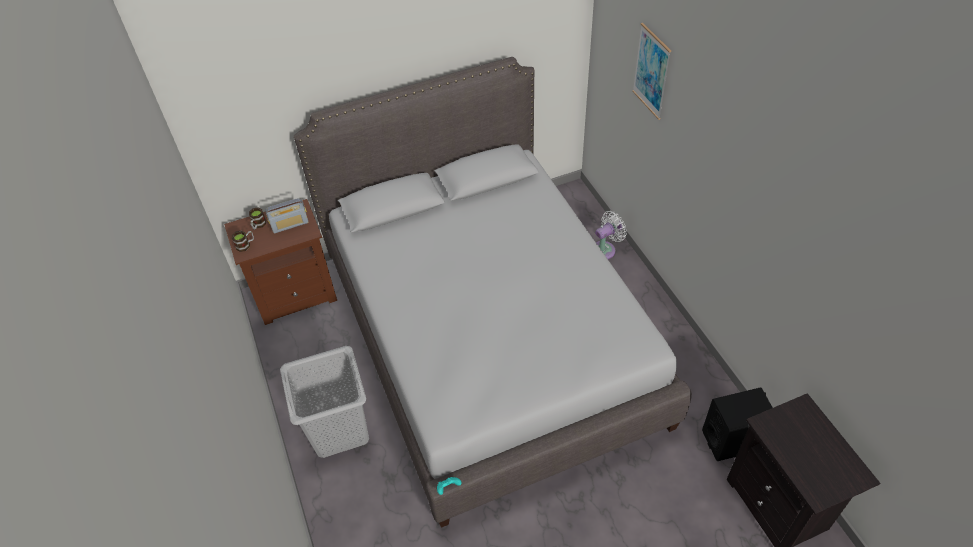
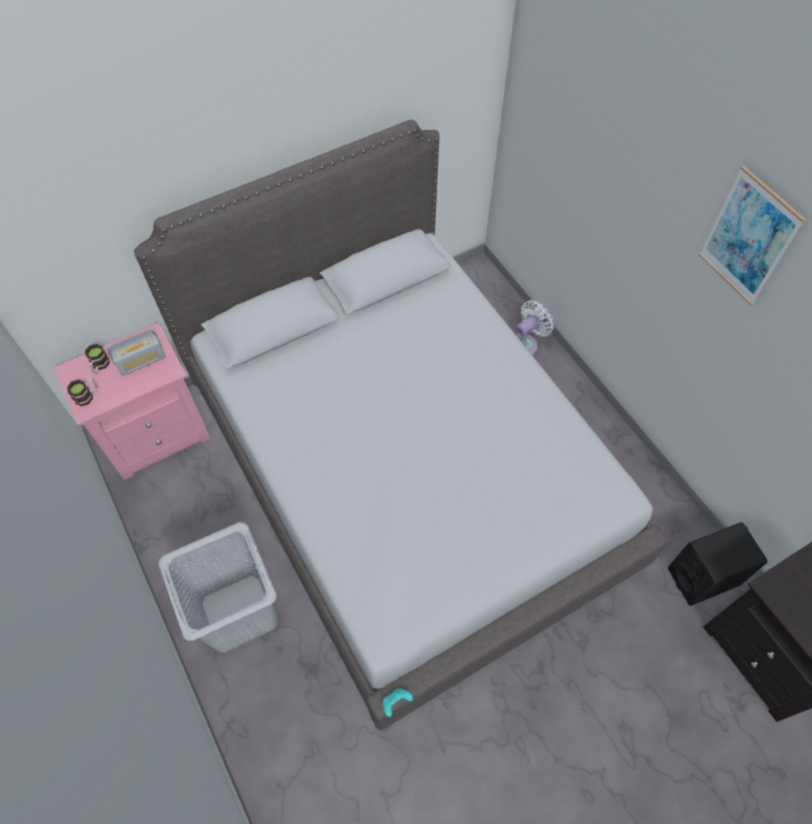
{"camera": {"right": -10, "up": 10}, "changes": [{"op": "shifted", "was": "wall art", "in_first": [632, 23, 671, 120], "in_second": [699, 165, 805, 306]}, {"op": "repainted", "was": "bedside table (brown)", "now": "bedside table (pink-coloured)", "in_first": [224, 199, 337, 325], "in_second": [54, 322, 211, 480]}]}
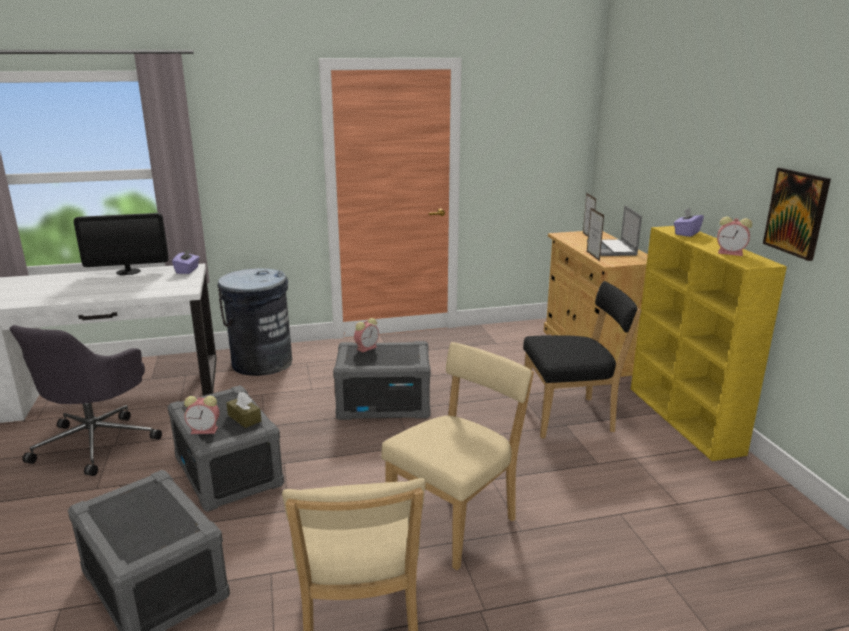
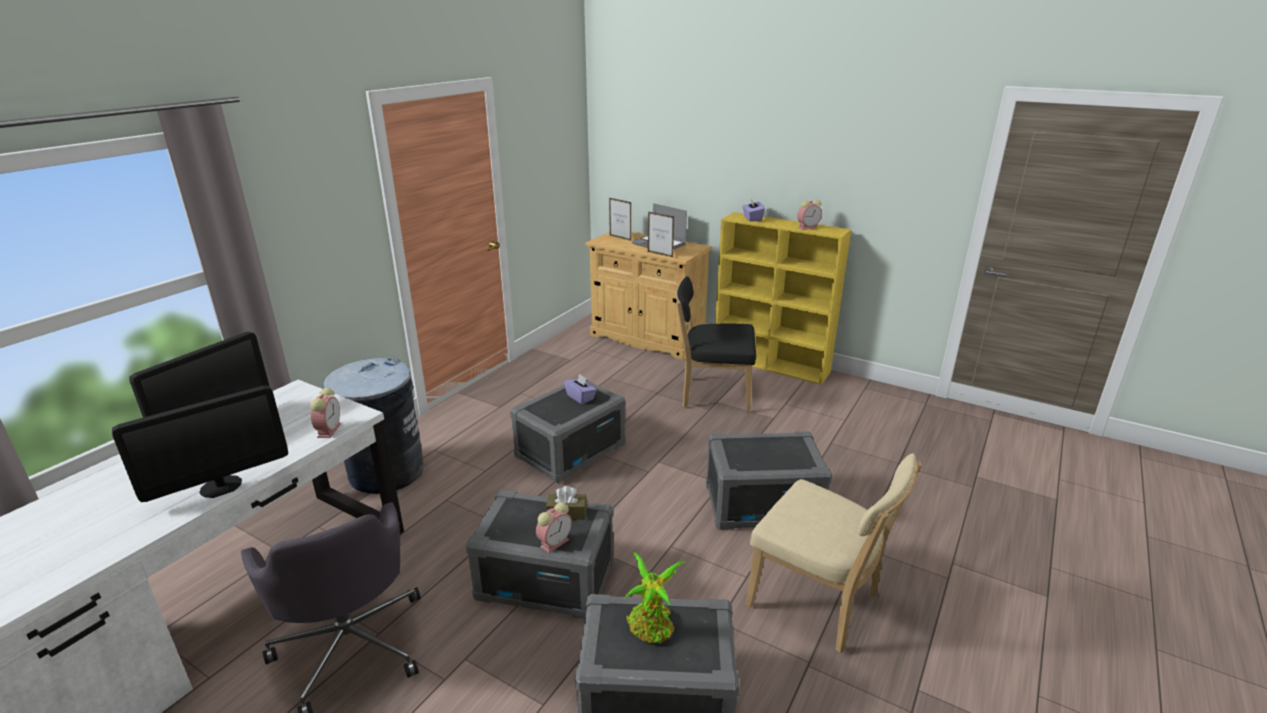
{"camera": {"right": -45, "up": 5}, "changes": [{"op": "gone", "was": "wall art", "in_first": [763, 168, 831, 261]}, {"op": "shifted", "was": "tissue box (purplish)", "in_first": [172, 248, 200, 274], "in_second": [564, 374, 597, 404]}, {"op": "rotated", "was": "upright chair (black-coloured)", "in_first": [523, 281, 641, 439], "in_second": [675, 276, 756, 412], "clockwise": -120}, {"op": "shifted", "was": "table clock", "in_first": [354, 318, 379, 353], "in_second": [310, 388, 341, 438]}, {"op": "swapped", "was": "upright chair (beige)", "now": "storage box (greyish)", "in_first": [381, 342, 534, 570], "in_second": [706, 431, 832, 530]}, {"op": "new", "now": "computer screen", "in_second": [112, 385, 288, 502]}, {"op": "new", "now": "houseplant", "in_second": [625, 552, 685, 643]}]}
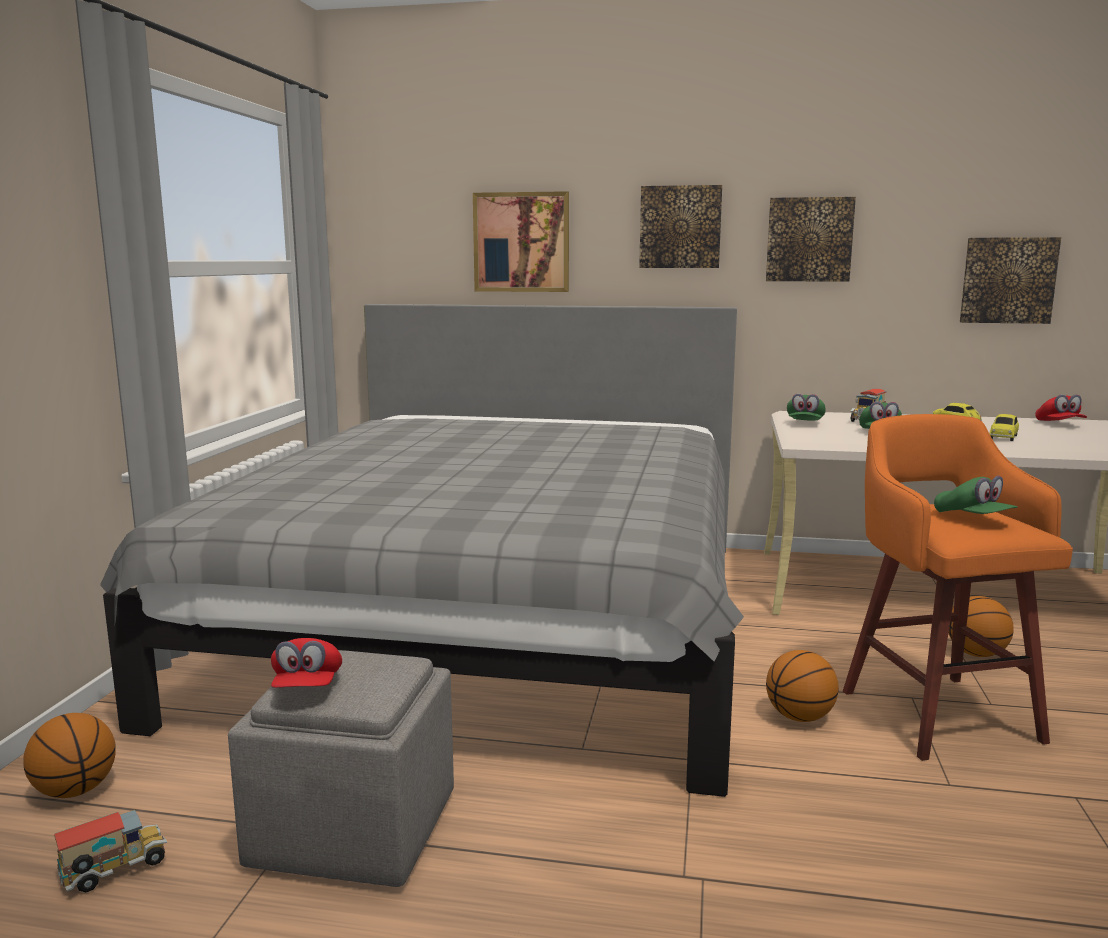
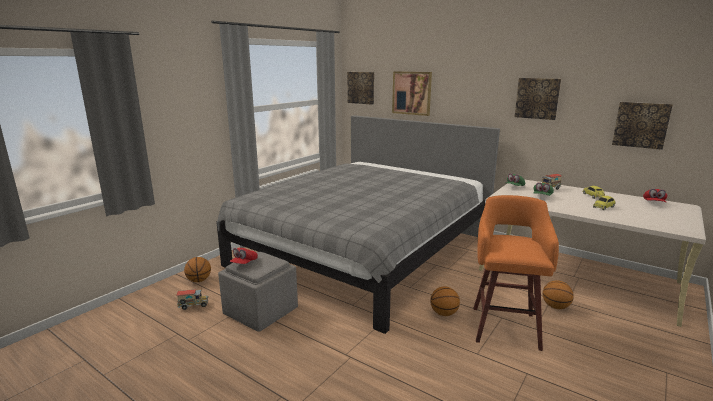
{"camera": {"right": 25, "up": 5}, "changes": [{"op": "shifted", "was": "wall art", "in_first": [639, 185, 722, 268], "in_second": [347, 72, 374, 105]}, {"op": "gone", "was": "baseball cap (green)", "in_first": [934, 476, 1017, 514]}]}
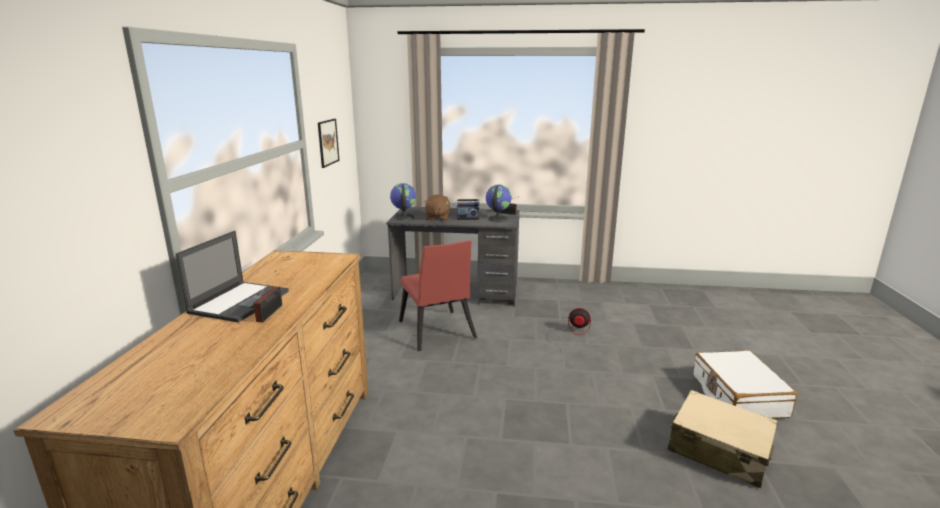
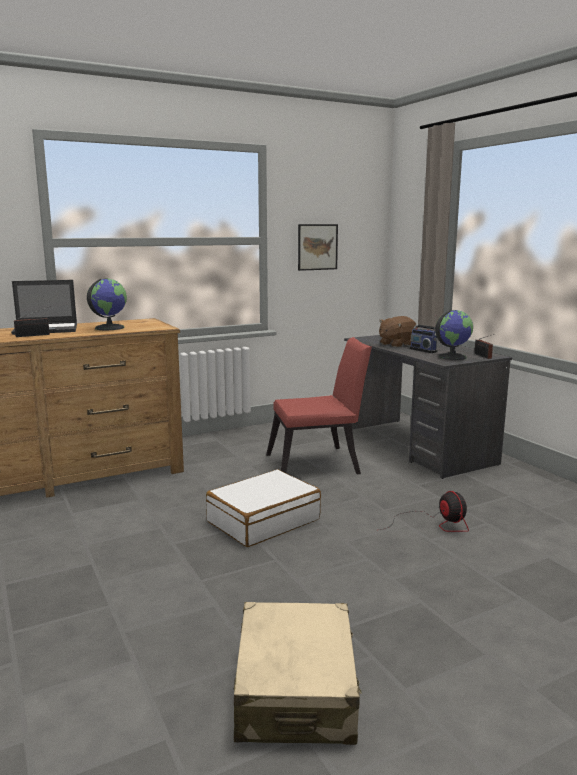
{"camera": {"right": 55, "up": -5}, "changes": [{"op": "shifted", "was": "globe", "in_first": [390, 183, 416, 220], "in_second": [87, 279, 127, 330]}, {"op": "rotated", "was": "upright chair (red)", "in_first": [399, 240, 477, 351], "in_second": [266, 337, 372, 474], "clockwise": -135}, {"op": "shifted", "was": "piece of luggage (whitish)", "in_first": [693, 350, 797, 419], "in_second": [206, 469, 321, 547]}]}
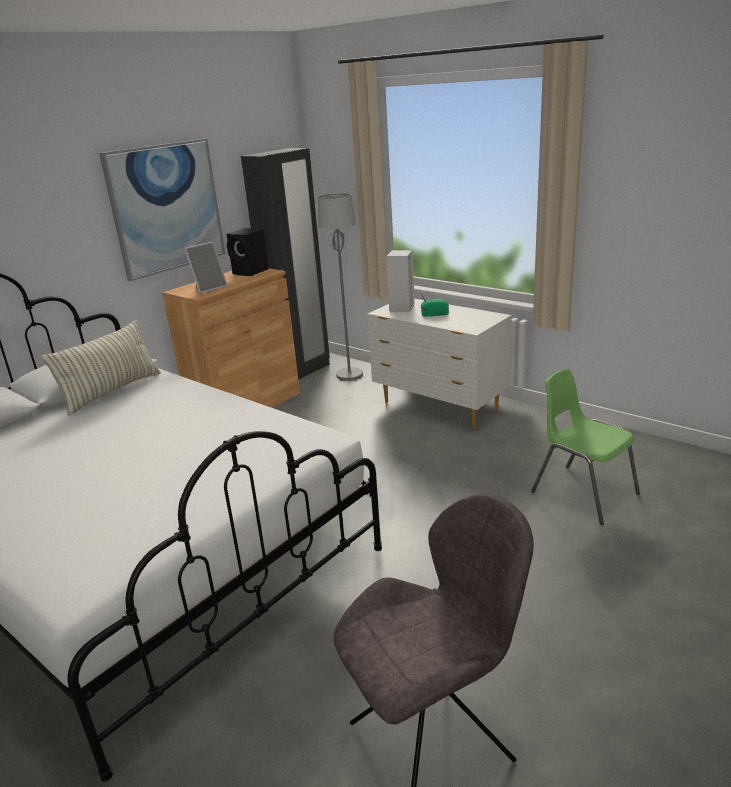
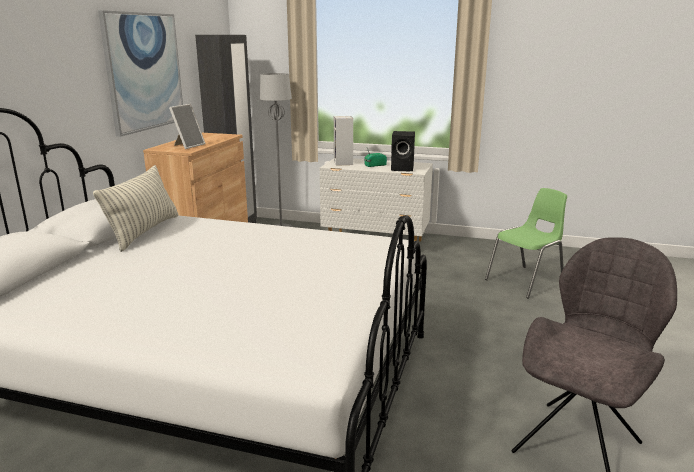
{"camera": {"right": -25, "up": -5}, "changes": [{"op": "shifted", "was": "loudspeaker (black-coloured)", "in_first": [227, 228, 269, 276], "in_second": [391, 131, 415, 171]}, {"op": "rotated", "was": "upright chair (green)", "in_first": [531, 369, 640, 525], "in_second": [485, 188, 567, 299], "clockwise": 120}]}
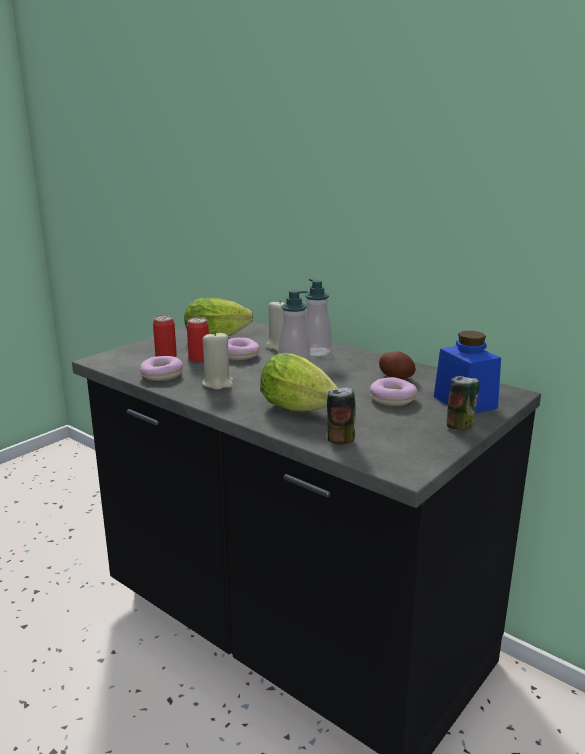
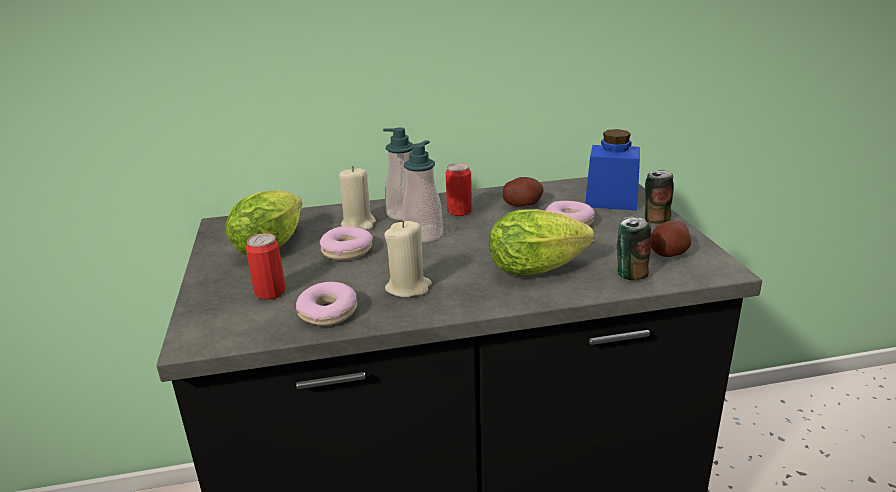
{"camera": {"right": -50, "up": 5}, "changes": [{"op": "shifted", "was": "sealed can", "in_first": [187, 317, 209, 362], "in_second": [446, 163, 472, 216]}, {"op": "new", "now": "whole potato", "in_second": [651, 221, 691, 257]}]}
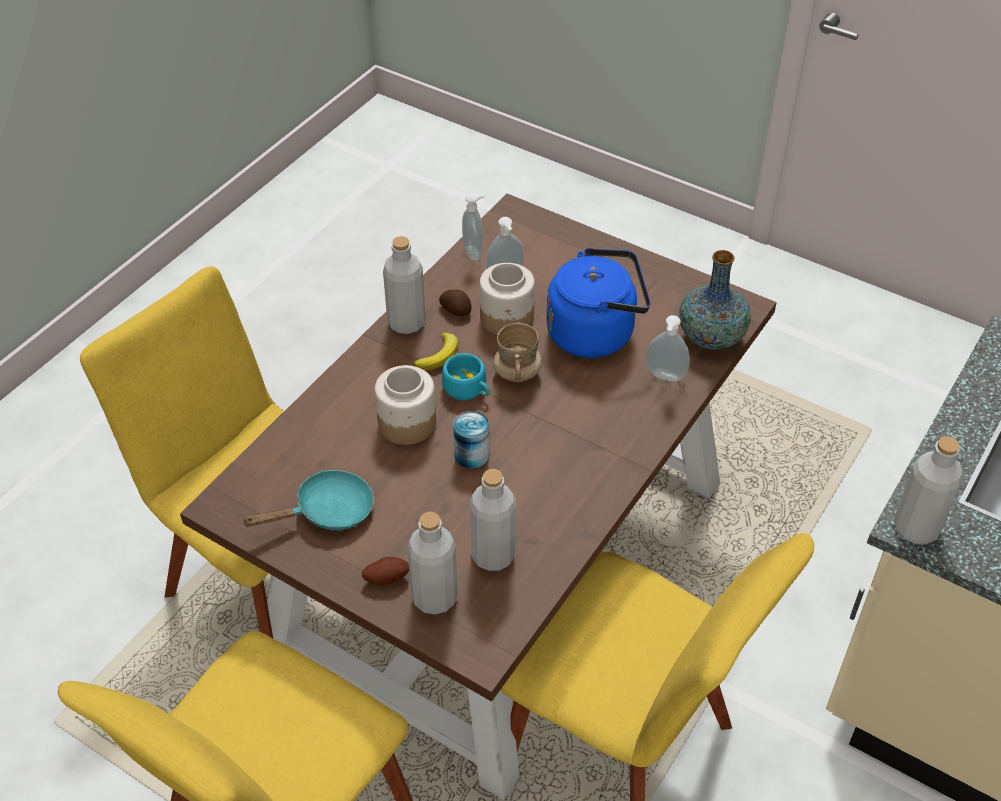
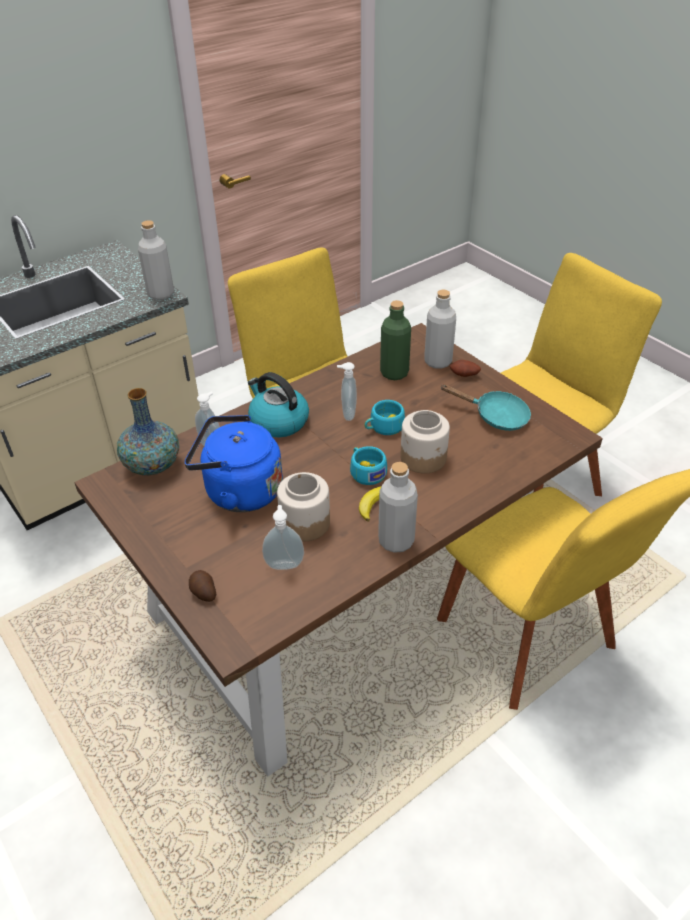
{"camera": {"right": -160, "up": -5}, "changes": [{"op": "shifted", "was": "soap dispenser", "in_first": [462, 193, 485, 261], "in_second": [337, 362, 357, 421]}, {"op": "shifted", "was": "whole potato", "in_first": [439, 290, 471, 316], "in_second": [189, 570, 216, 602]}, {"op": "gone", "was": "mug (beige)", "in_first": [493, 323, 542, 382]}, {"op": "swapped", "was": "sealed can", "now": "drinking cup (turquoise)", "in_first": [453, 411, 489, 469], "in_second": [365, 400, 405, 435]}, {"op": "repainted", "was": "bottle (greyish)", "now": "bottle (green)", "in_first": [470, 469, 516, 571], "in_second": [380, 300, 411, 380]}, {"op": "rotated", "was": "pan (turquoise)", "in_first": [242, 470, 374, 530], "in_second": [440, 384, 531, 431], "clockwise": -150}, {"op": "new", "now": "water kettle", "in_second": [248, 372, 309, 437]}]}
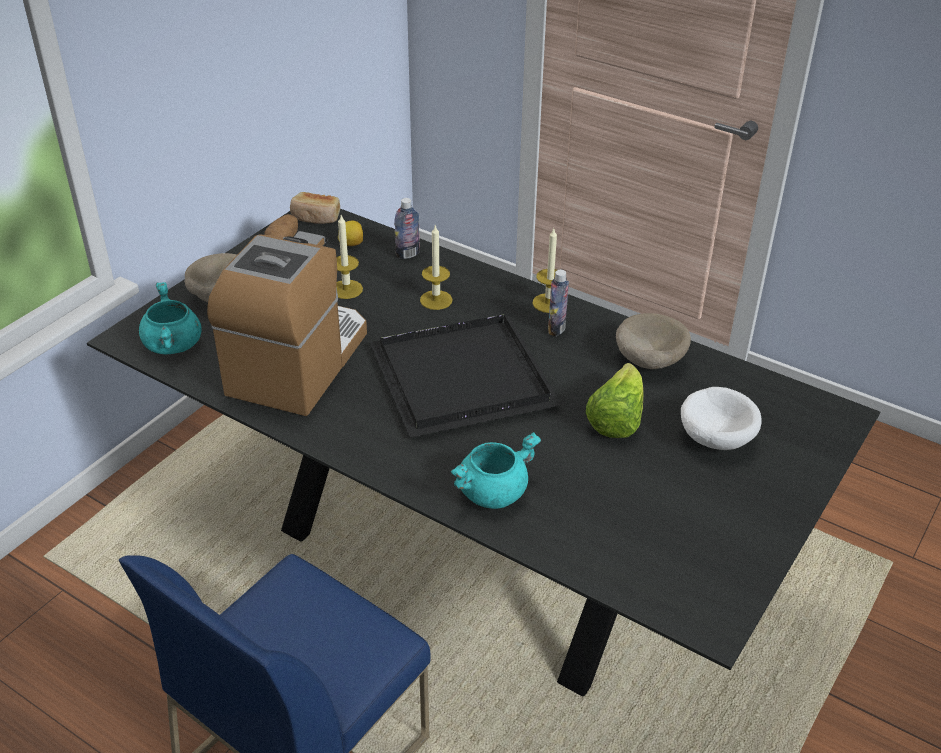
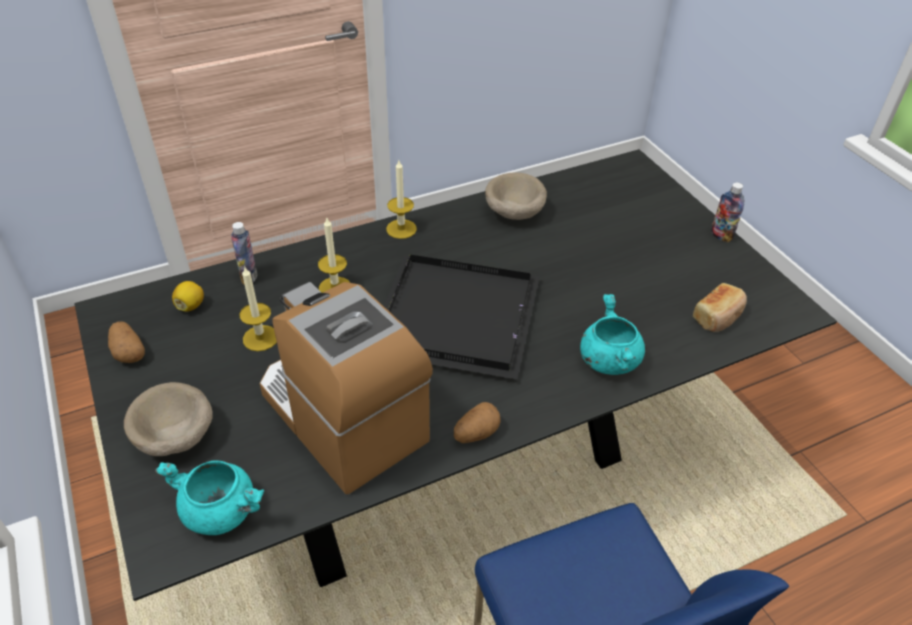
{"camera": {"right": -60, "up": 5}, "changes": [{"op": "shifted", "was": "bakery bread", "in_first": [290, 192, 340, 224], "in_second": [693, 283, 747, 332]}, {"op": "shifted", "was": "bottle", "in_first": [548, 270, 569, 336], "in_second": [711, 183, 744, 242]}, {"op": "gone", "was": "lettuce head", "in_first": [586, 363, 644, 438]}, {"op": "gone", "was": "deep dish (whitish)", "in_first": [681, 387, 762, 450]}, {"op": "new", "now": "whole potato", "in_second": [454, 402, 501, 443]}]}
